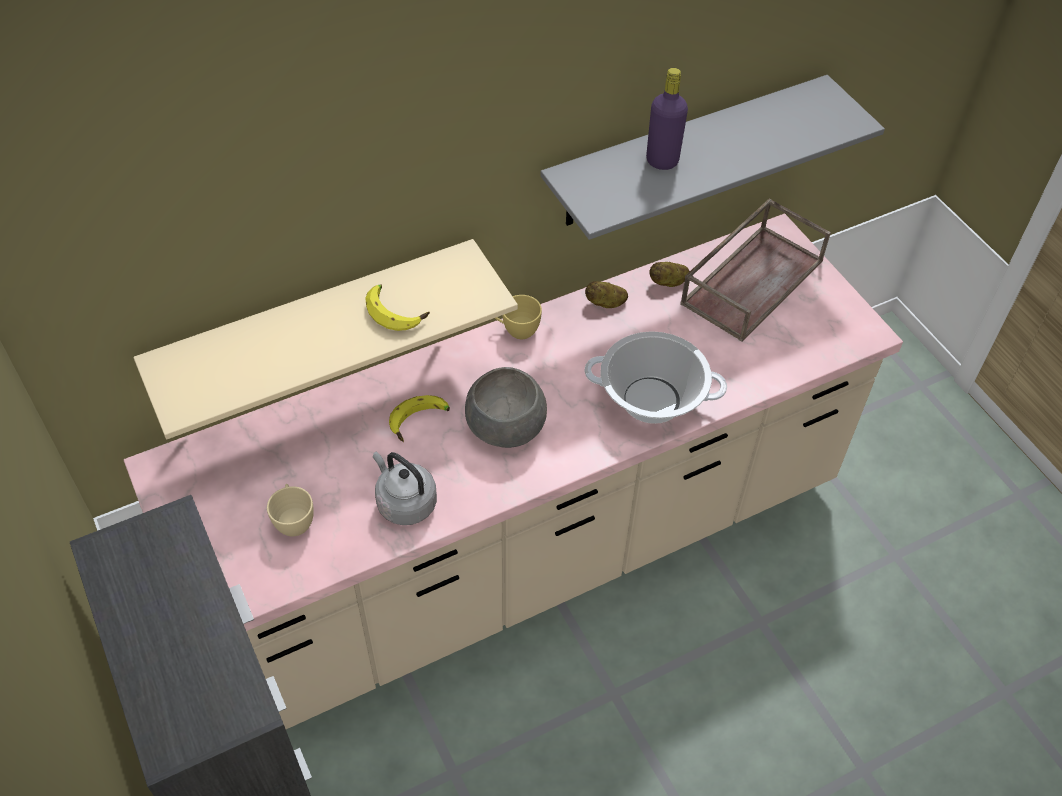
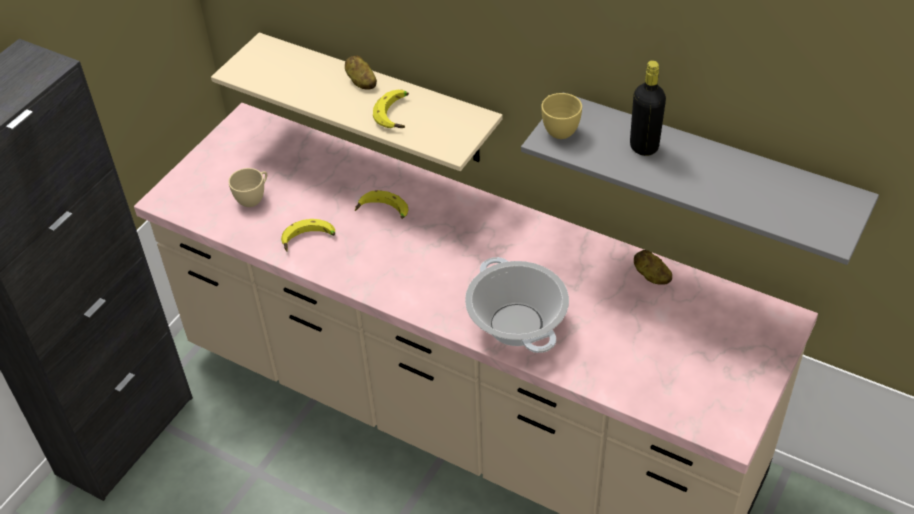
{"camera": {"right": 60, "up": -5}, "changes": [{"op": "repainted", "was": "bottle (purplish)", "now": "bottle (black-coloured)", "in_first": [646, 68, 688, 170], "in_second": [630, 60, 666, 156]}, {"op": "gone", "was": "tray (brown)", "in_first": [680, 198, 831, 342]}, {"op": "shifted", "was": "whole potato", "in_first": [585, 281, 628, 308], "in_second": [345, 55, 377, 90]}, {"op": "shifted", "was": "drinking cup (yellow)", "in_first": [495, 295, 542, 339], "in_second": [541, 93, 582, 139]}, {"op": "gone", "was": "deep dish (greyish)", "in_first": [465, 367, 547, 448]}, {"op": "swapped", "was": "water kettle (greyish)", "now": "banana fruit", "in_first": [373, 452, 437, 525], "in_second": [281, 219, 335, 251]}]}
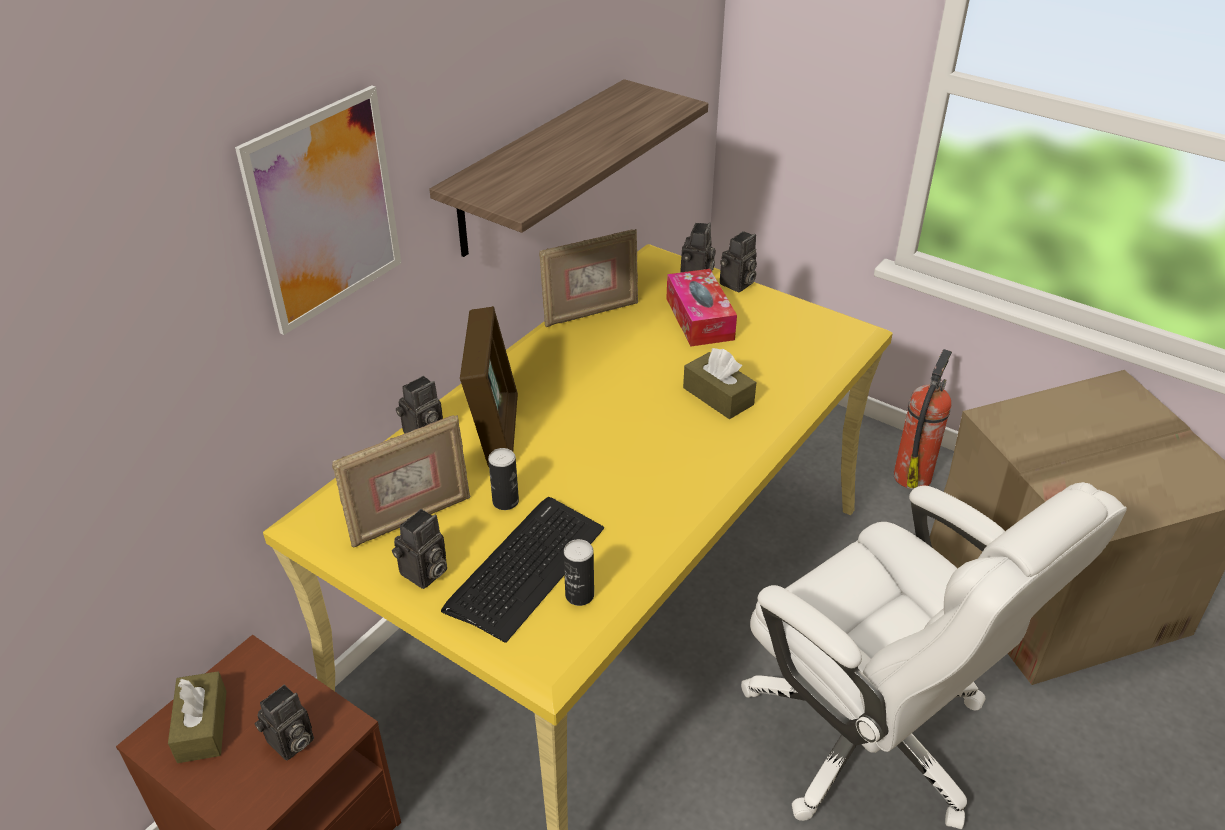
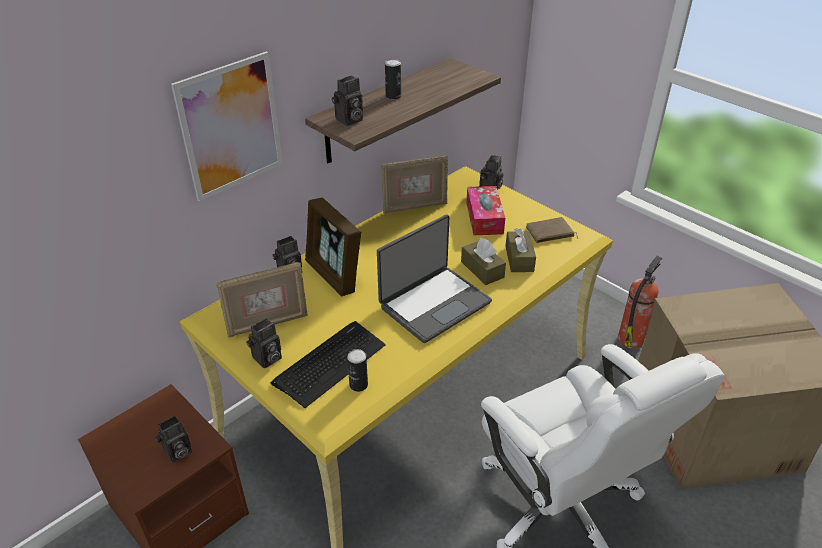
{"camera": {"right": 10, "up": 0}, "changes": [{"op": "shifted", "was": "photo camera", "in_first": [720, 231, 757, 292], "in_second": [332, 76, 363, 126]}, {"op": "rotated", "was": "standing frame", "in_first": [460, 306, 518, 467], "in_second": [305, 197, 361, 296], "clockwise": 135}, {"op": "shifted", "was": "sealed can", "in_first": [488, 448, 519, 510], "in_second": [385, 59, 401, 100]}, {"op": "shifted", "was": "tissue box (brown)", "in_first": [168, 671, 227, 763], "in_second": [506, 228, 536, 272]}, {"op": "new", "now": "portable computer", "in_second": [377, 214, 492, 343]}, {"op": "new", "now": "bound book (brown)", "in_second": [526, 217, 578, 243]}]}
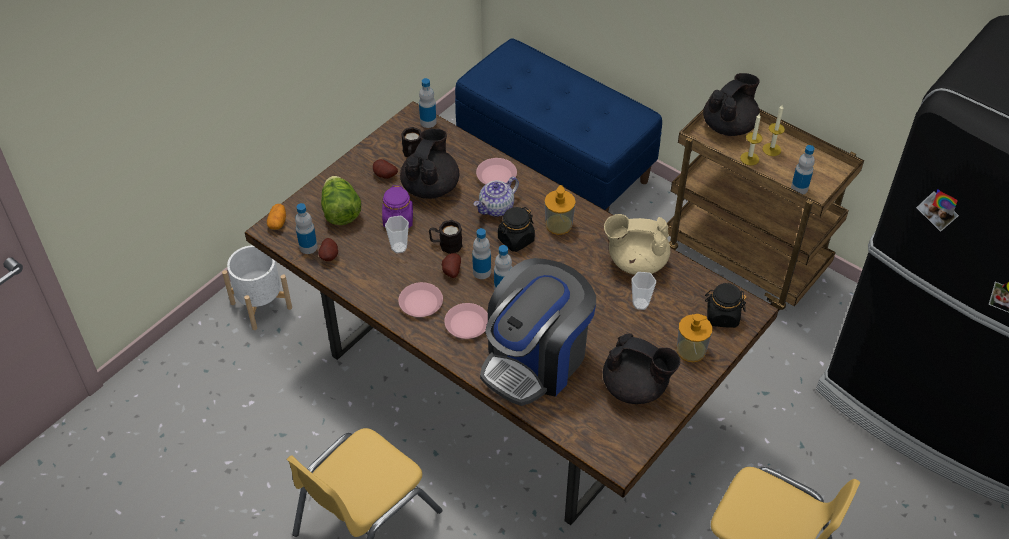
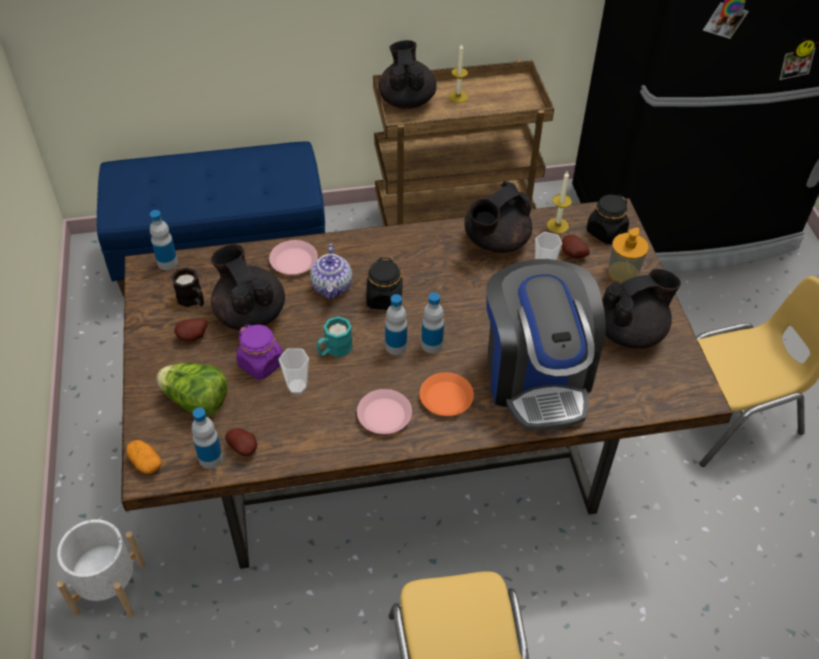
{"camera": {"right": -50, "up": 0}, "changes": [{"op": "shifted", "was": "candle", "in_first": [740, 113, 763, 165], "in_second": [547, 170, 572, 234]}, {"op": "gone", "was": "bottle", "in_first": [791, 145, 815, 194]}, {"op": "gone", "was": "soap dispenser", "in_first": [545, 185, 576, 235]}, {"op": "repainted", "was": "tea pot (beige)", "now": "tea pot (black-coloured)", "in_first": [604, 214, 670, 275], "in_second": [464, 181, 532, 253]}, {"op": "repainted", "was": "mug (black-coloured)", "now": "mug (turquoise)", "in_first": [429, 220, 463, 254], "in_second": [317, 316, 353, 357]}, {"op": "shifted", "was": "whole potato", "in_first": [442, 253, 461, 278], "in_second": [562, 235, 590, 259]}, {"op": "repainted", "was": "flat dish (pink-coloured)", "now": "flat dish (orange-coloured)", "in_first": [444, 303, 488, 339], "in_second": [420, 372, 474, 416]}]}
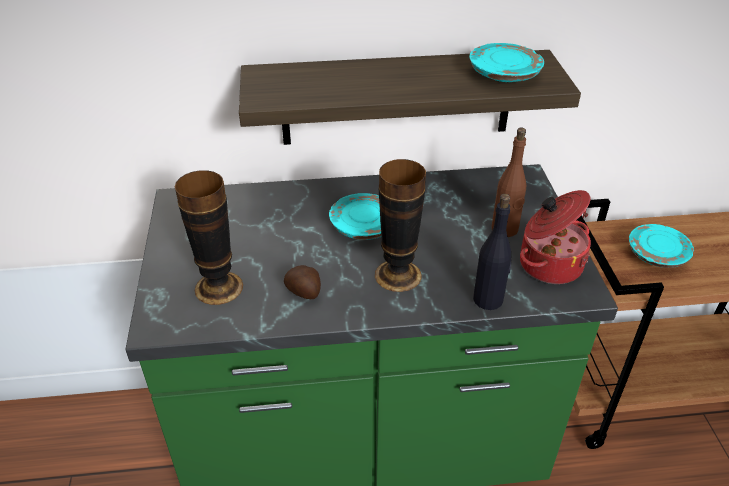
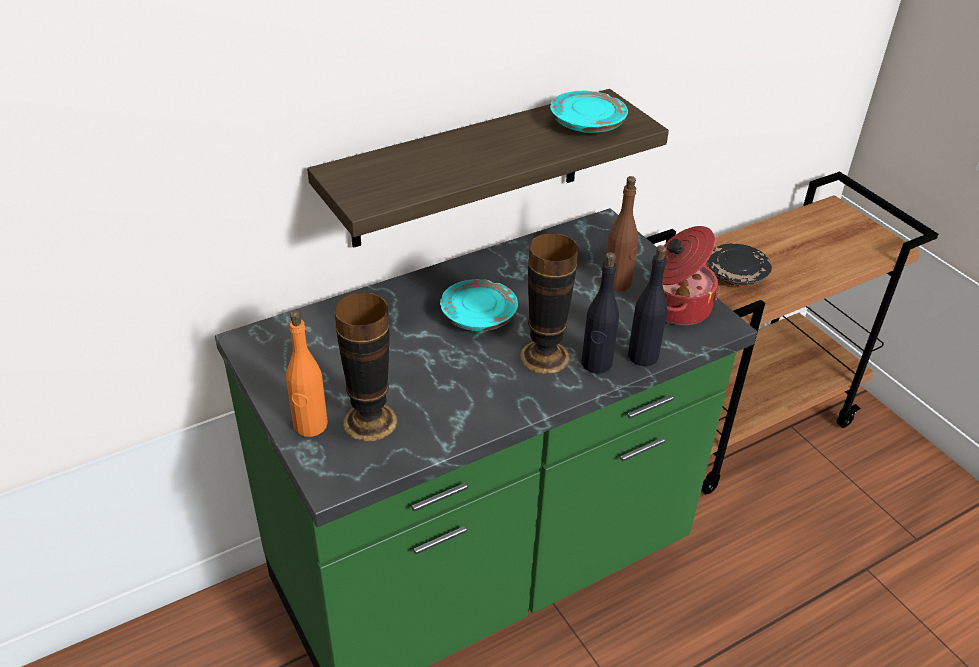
{"camera": {"right": -25, "up": 0}, "changes": [{"op": "repainted", "was": "flat dish (turquoise)", "now": "flat dish (black-coloured)", "in_first": [629, 224, 694, 268], "in_second": [707, 244, 772, 286]}, {"op": "gone", "was": "whole potato", "in_first": [284, 265, 321, 299]}, {"op": "new", "now": "bottle (black-coloured)", "in_second": [581, 252, 619, 374]}, {"op": "new", "now": "bottle (orange-coloured)", "in_second": [286, 310, 328, 437]}]}
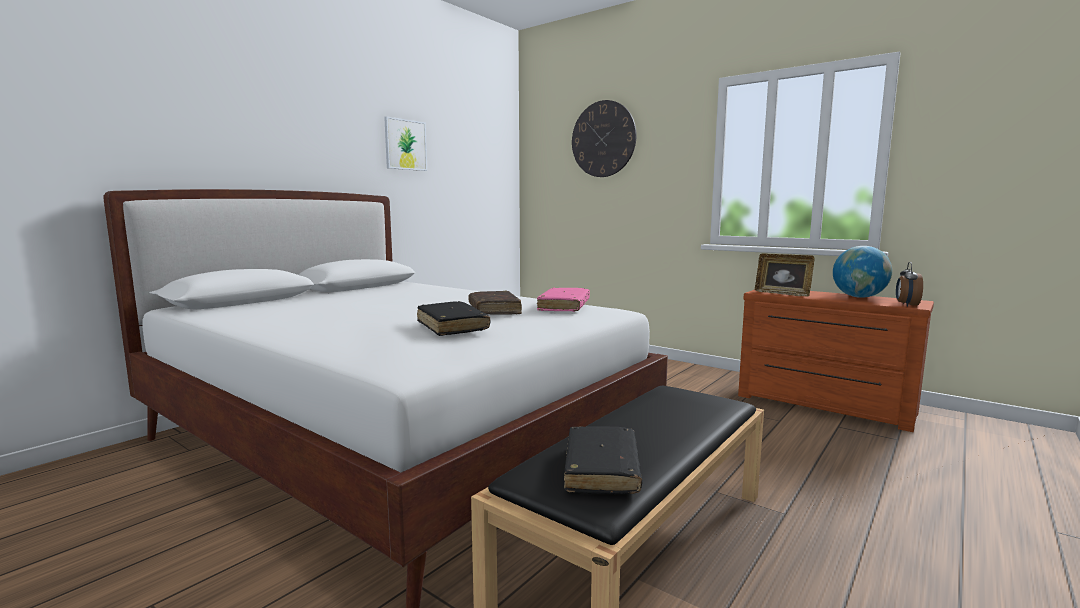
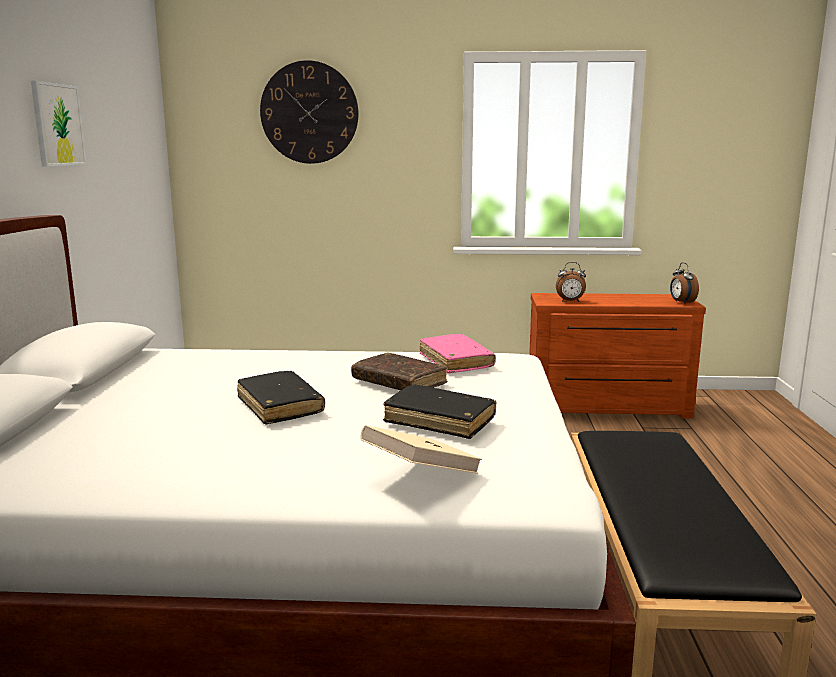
{"camera": {"right": -35, "up": 5}, "changes": [{"op": "gone", "was": "globe", "in_first": [833, 246, 892, 298]}, {"op": "swapped", "was": "standing frame", "now": "table clock", "in_first": [755, 253, 815, 297], "in_second": [556, 262, 586, 302]}, {"op": "shifted", "was": "bound book (black-coloured)", "in_first": [564, 427, 642, 494], "in_second": [237, 371, 325, 424]}, {"op": "new", "now": "bound book (beige)", "in_second": [361, 425, 482, 474]}]}
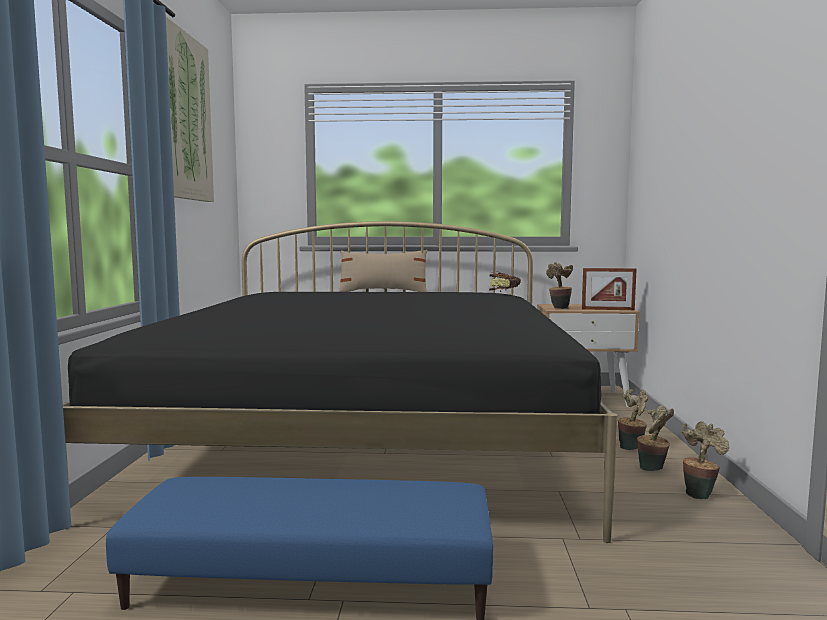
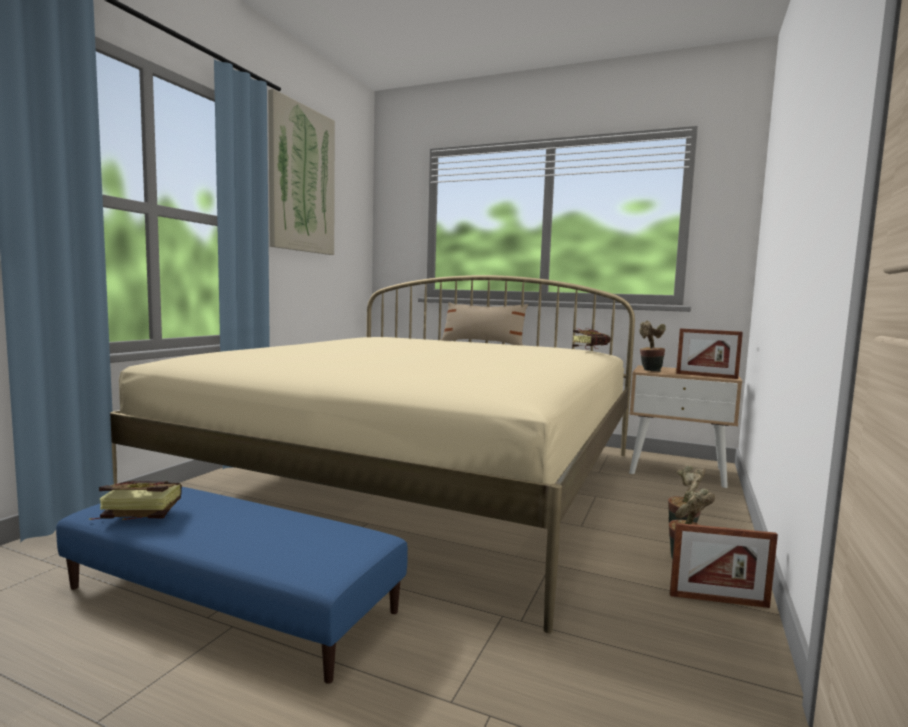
{"camera": {"right": 20, "up": 0}, "changes": [{"op": "repainted", "was": "bed (black-coloured)", "now": "bed (beige)", "in_first": [63, 221, 617, 543], "in_second": [110, 275, 635, 633]}, {"op": "swapped", "was": "houseplant", "now": "standing frame", "in_first": [682, 421, 729, 499], "in_second": [670, 523, 778, 608]}, {"op": "new", "now": "bound book", "in_second": [89, 481, 182, 520]}]}
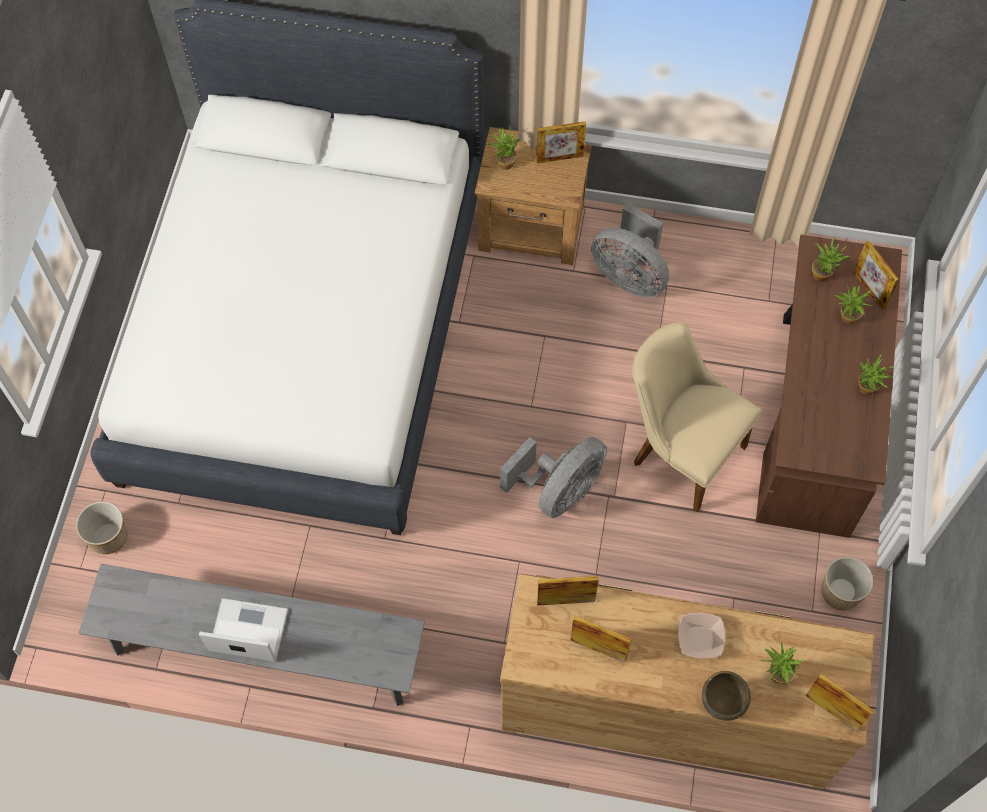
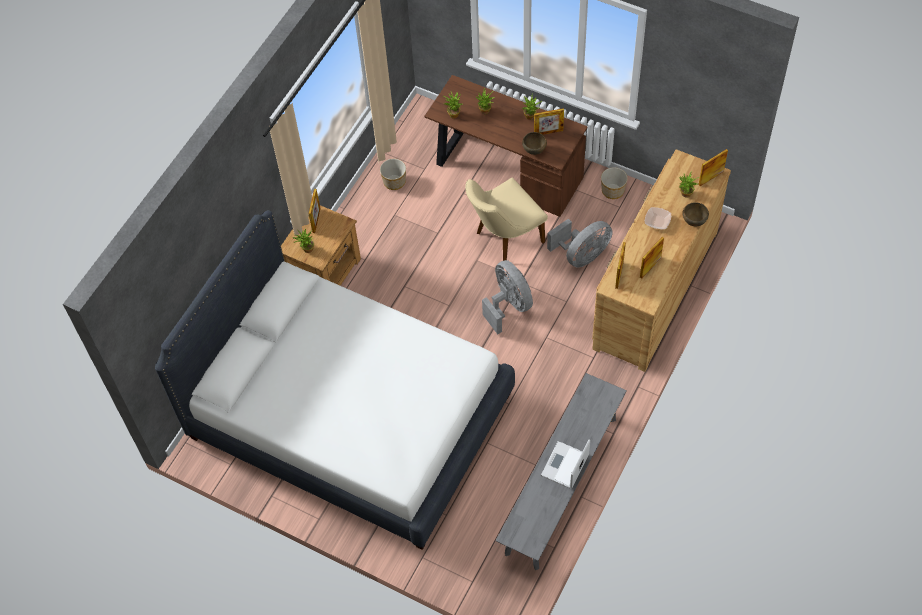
{"camera": {"right": -70, "up": -5}, "changes": [{"op": "shifted", "was": "electric fan (greyish)", "in_first": [591, 203, 669, 297], "in_second": [547, 219, 613, 267]}, {"op": "shifted", "was": "standing frame", "in_first": [853, 240, 899, 310], "in_second": [534, 108, 564, 135]}, {"op": "shifted", "was": "flower pot", "in_first": [76, 501, 128, 554], "in_second": [380, 159, 406, 190]}, {"op": "new", "now": "deep dish (brown)", "in_second": [522, 132, 547, 155]}]}
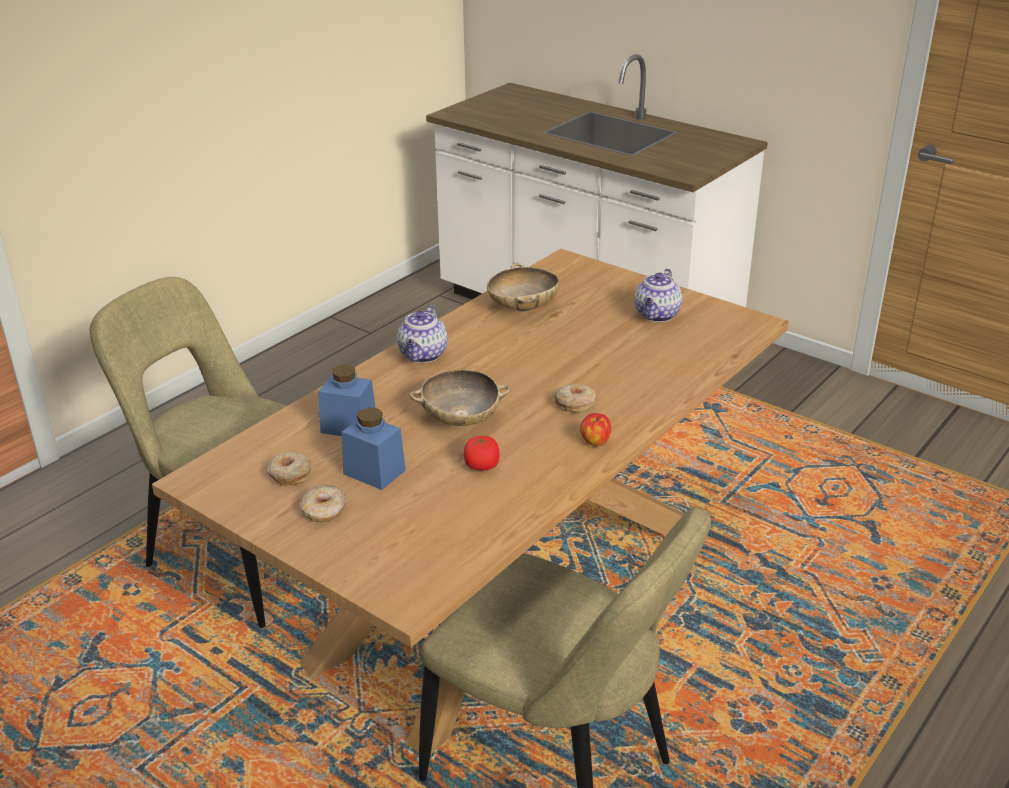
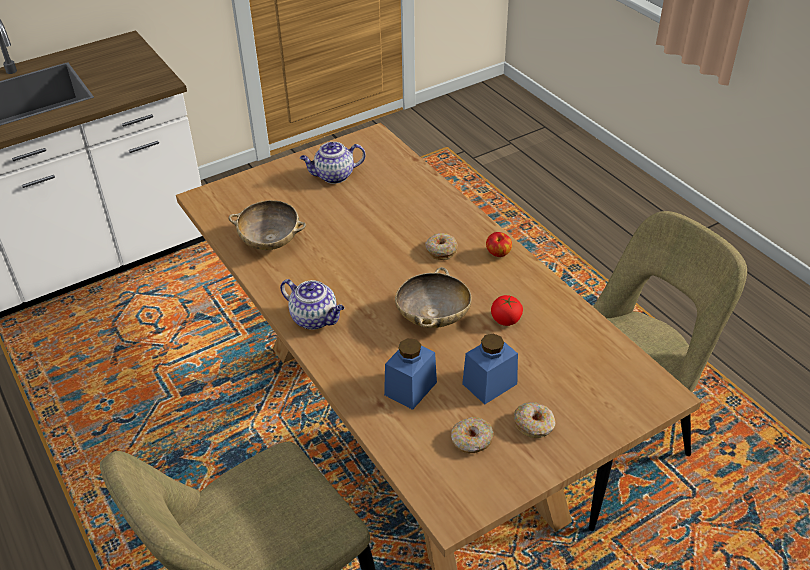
{"camera": {"right": -70, "up": 10}, "changes": [{"op": "rotated", "was": "tea pot", "in_first": [634, 269, 682, 322], "in_second": [300, 142, 366, 184], "clockwise": 120}]}
